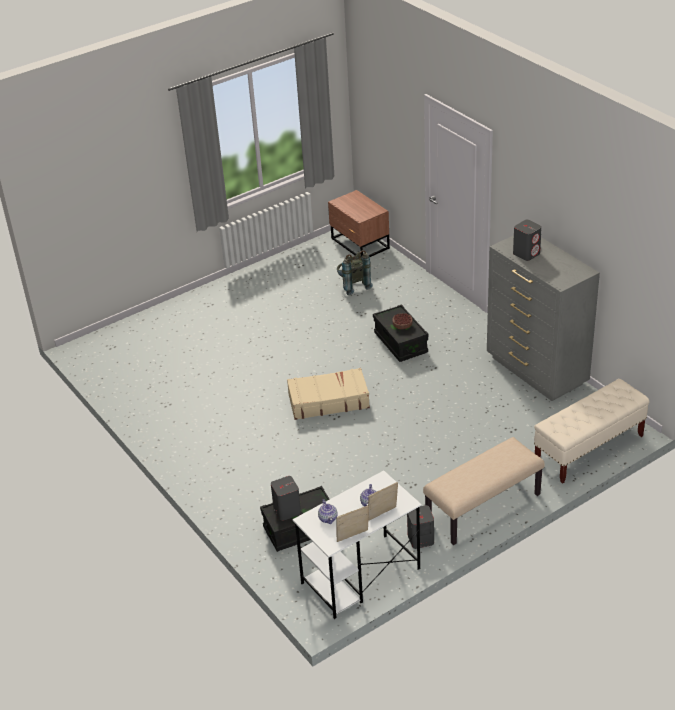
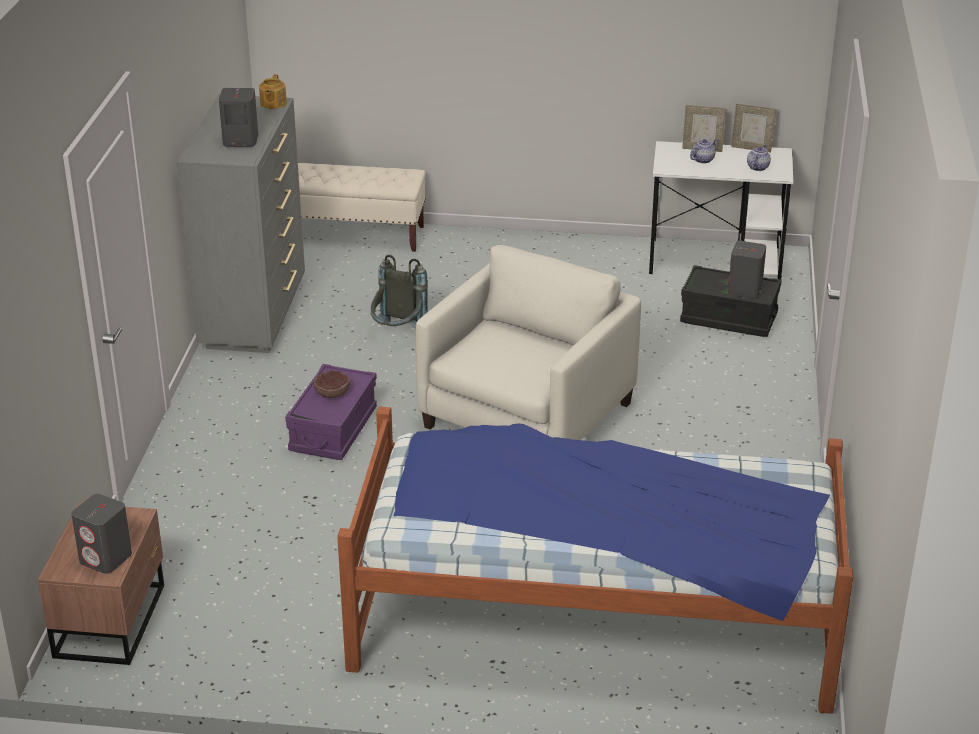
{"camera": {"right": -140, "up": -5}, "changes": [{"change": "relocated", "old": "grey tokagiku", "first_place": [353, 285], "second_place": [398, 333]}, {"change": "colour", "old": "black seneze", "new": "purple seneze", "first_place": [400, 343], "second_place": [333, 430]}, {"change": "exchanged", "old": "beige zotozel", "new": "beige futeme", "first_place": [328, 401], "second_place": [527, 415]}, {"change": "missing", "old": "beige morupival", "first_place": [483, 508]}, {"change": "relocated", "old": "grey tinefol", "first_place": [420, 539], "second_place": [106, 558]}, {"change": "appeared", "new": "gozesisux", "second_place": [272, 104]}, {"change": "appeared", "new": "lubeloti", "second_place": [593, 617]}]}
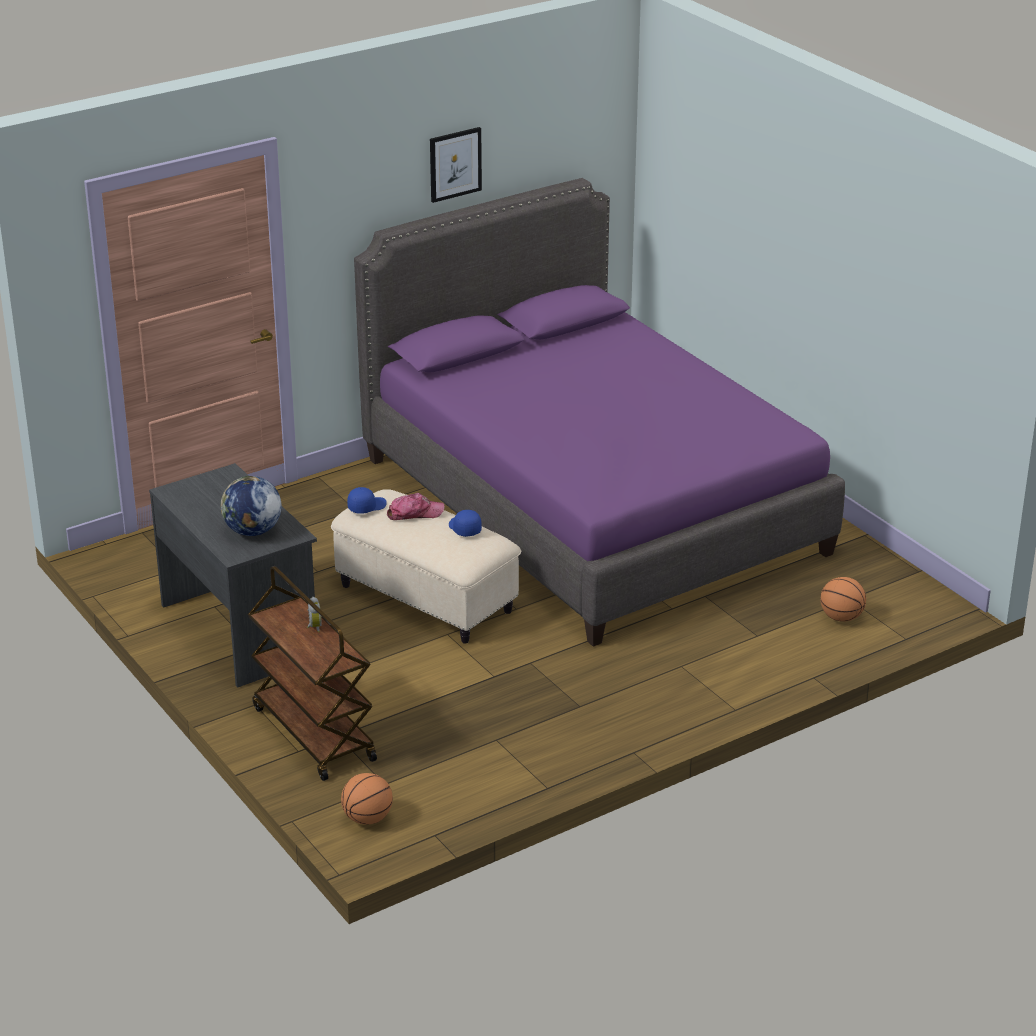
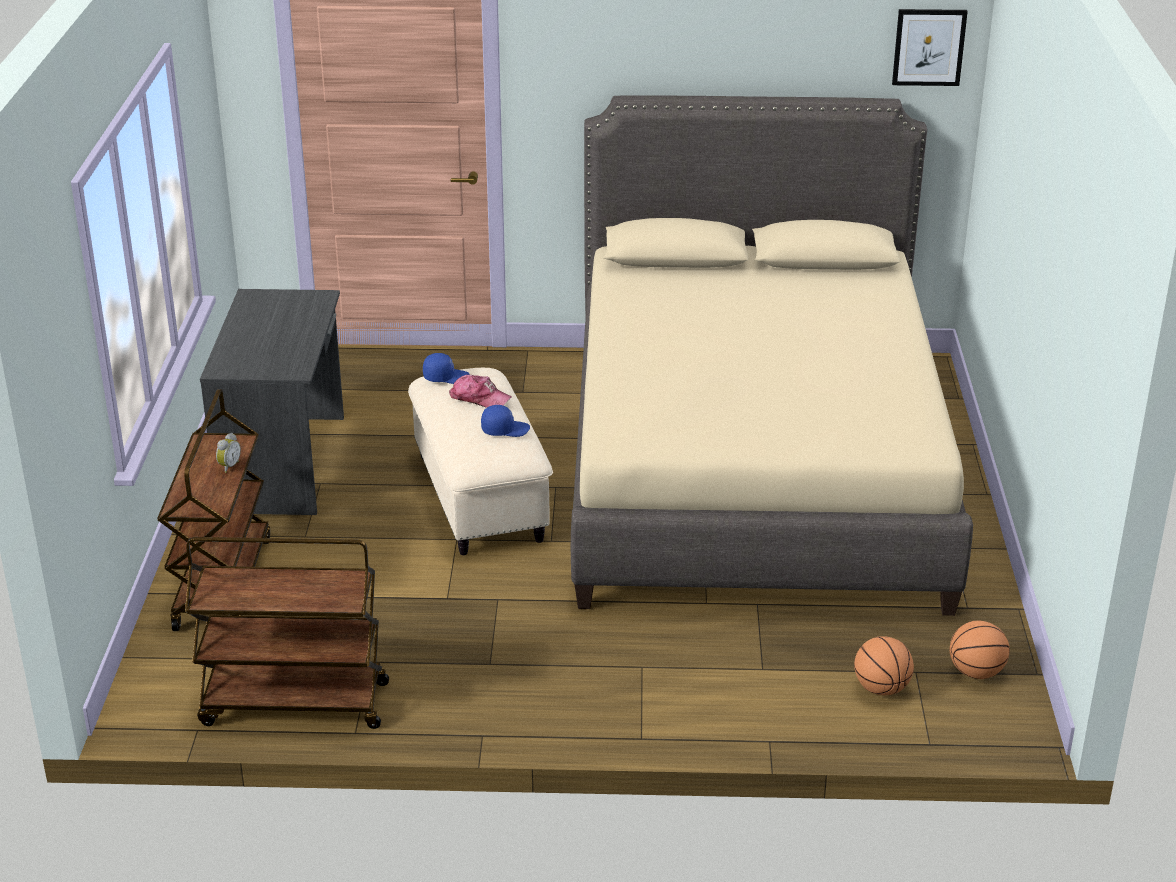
{"camera": {"right": 35, "up": 0}, "changes": [{"change": "relocated", "old": "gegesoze", "first_place": [455, 164], "second_place": [929, 47]}, {"change": "colour", "old": "purple lubeloti", "new": "beige lubeloti", "first_place": [592, 505], "second_place": [752, 468]}, {"change": "missing", "old": "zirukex", "first_place": [252, 531]}, {"change": "spun", "old": "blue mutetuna", "first_place": [464, 528], "second_place": [505, 429], "degrees": 75}, {"change": "relocated", "old": "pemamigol", "first_place": [367, 818], "second_place": [976, 672]}, {"change": "appeared", "new": "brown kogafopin", "second_place": [293, 704]}]}
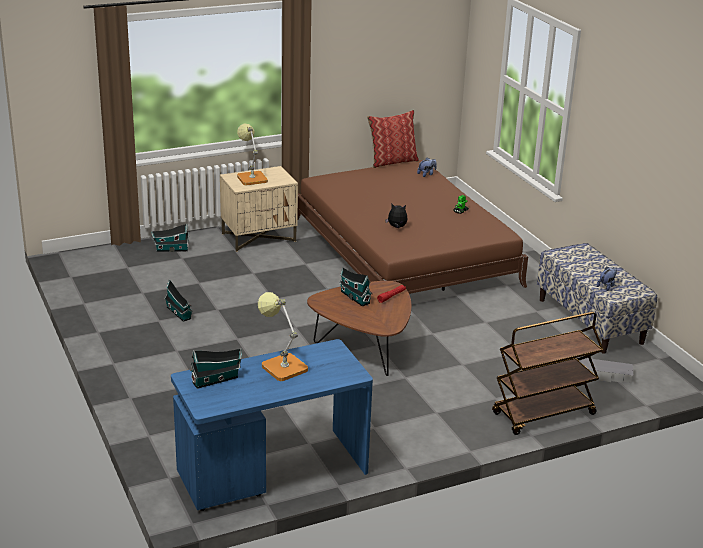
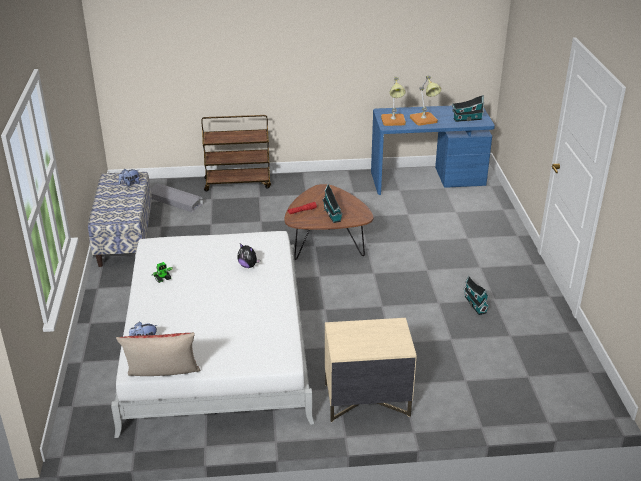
{"camera": {"right": -160, "up": 5}, "changes": [{"change": "relocated", "old": "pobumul", "first_place": [250, 177], "second_place": [393, 122]}, {"change": "colour", "old": "brown lubeloti", "new": "white lubeloti", "first_place": [403, 253], "second_place": [216, 343]}, {"change": "missing", "old": "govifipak", "first_place": [171, 249]}]}
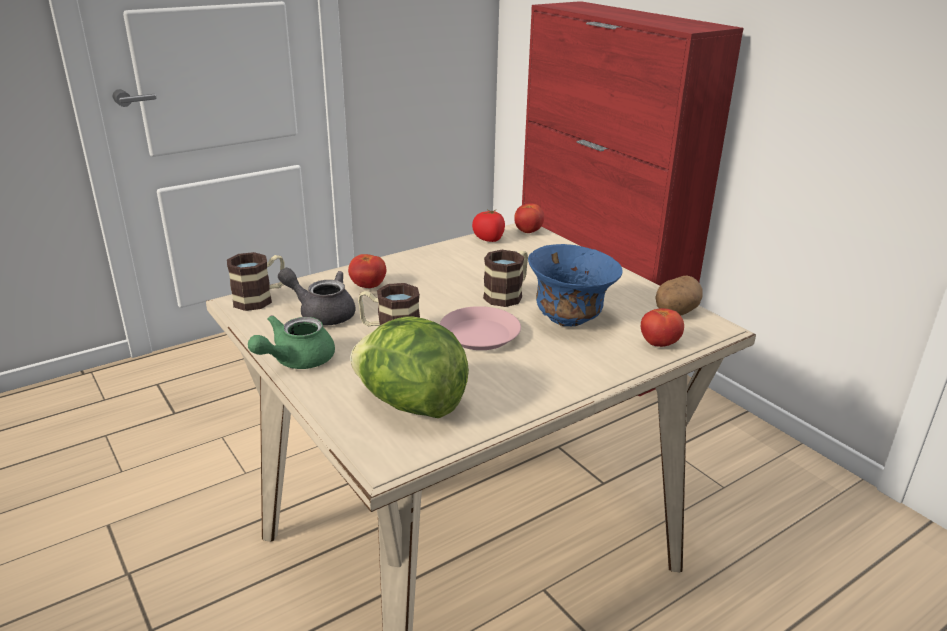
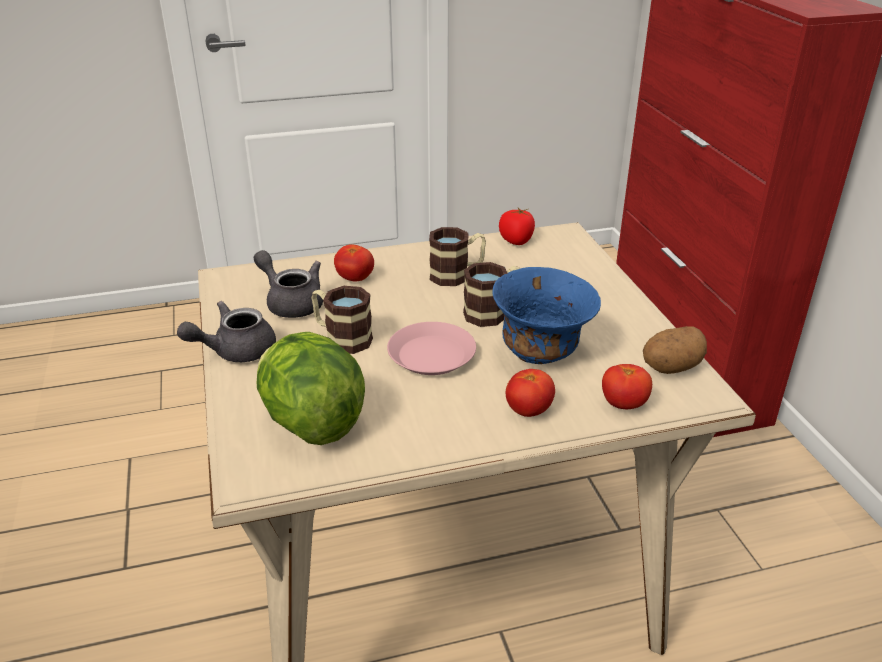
{"camera": {"right": 20, "up": 5}, "changes": [{"change": "relocated", "old": "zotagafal", "first_place": [528, 231], "second_place": [528, 410]}, {"change": "relocated", "old": "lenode", "first_place": [260, 298], "second_place": [457, 274]}, {"change": "colour", "old": "green gozesisux", "new": "grey gozesisux", "first_place": [295, 360], "second_place": [235, 351]}]}
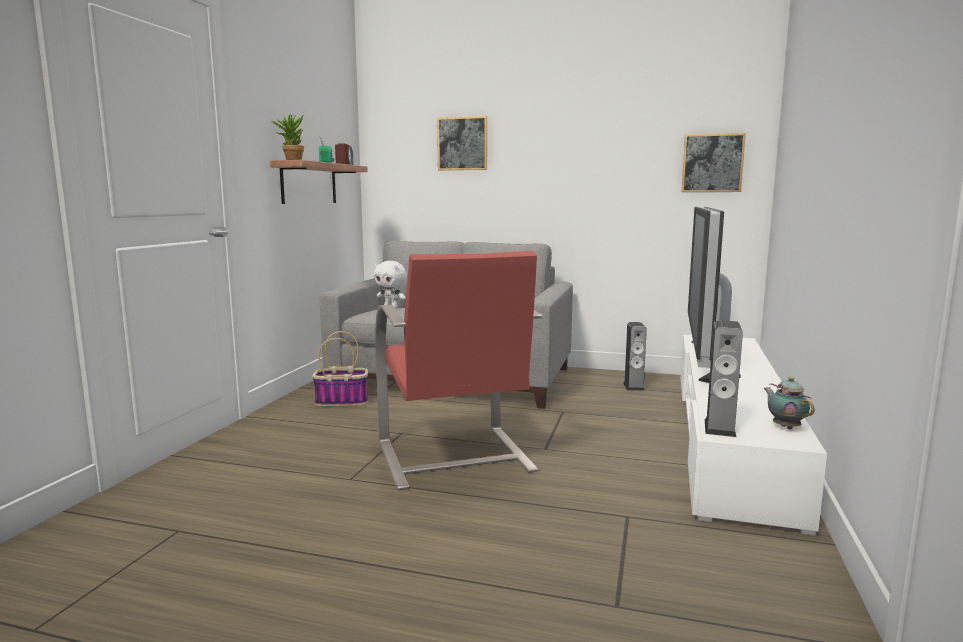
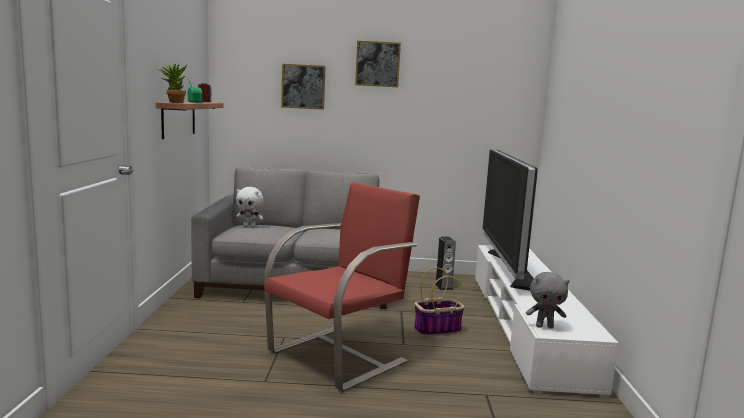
{"camera": {"right": -15, "up": 0}, "changes": [{"change": "relocated", "old": "gegesoze", "first_place": [712, 163], "second_place": [377, 64]}, {"change": "spun", "old": "red futeme", "first_place": [454, 457], "second_place": [338, 356], "degrees": -105}, {"change": "exchanged", "old": "tinefol", "new": "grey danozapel", "first_place": [719, 428], "second_place": [544, 326]}, {"change": "relocated", "old": "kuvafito", "first_place": [343, 401], "second_place": [437, 330]}, {"change": "missing", "old": "gozesisux", "first_place": [785, 427]}]}
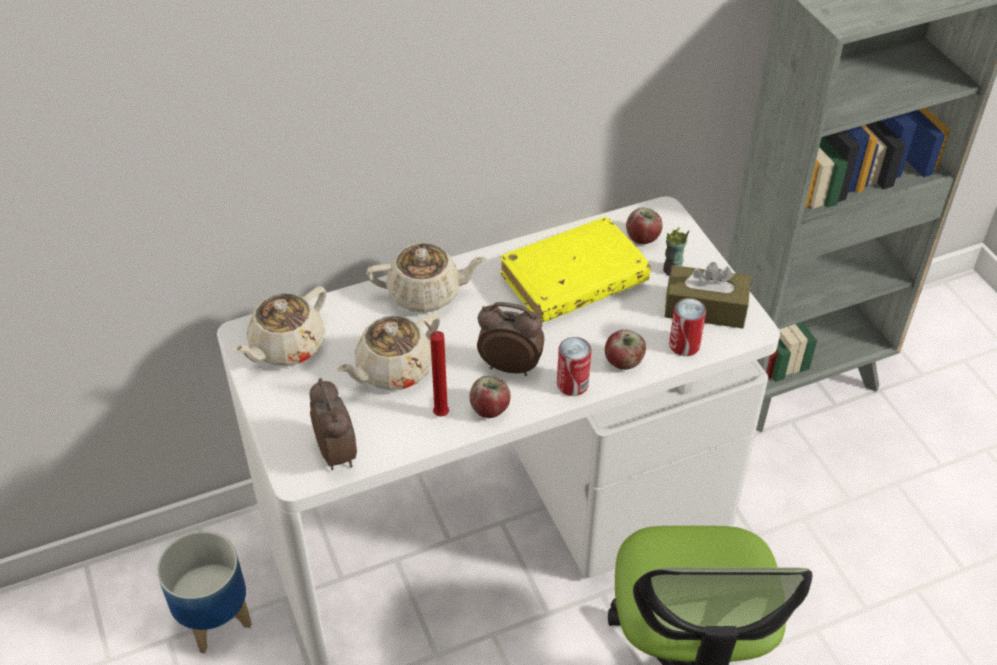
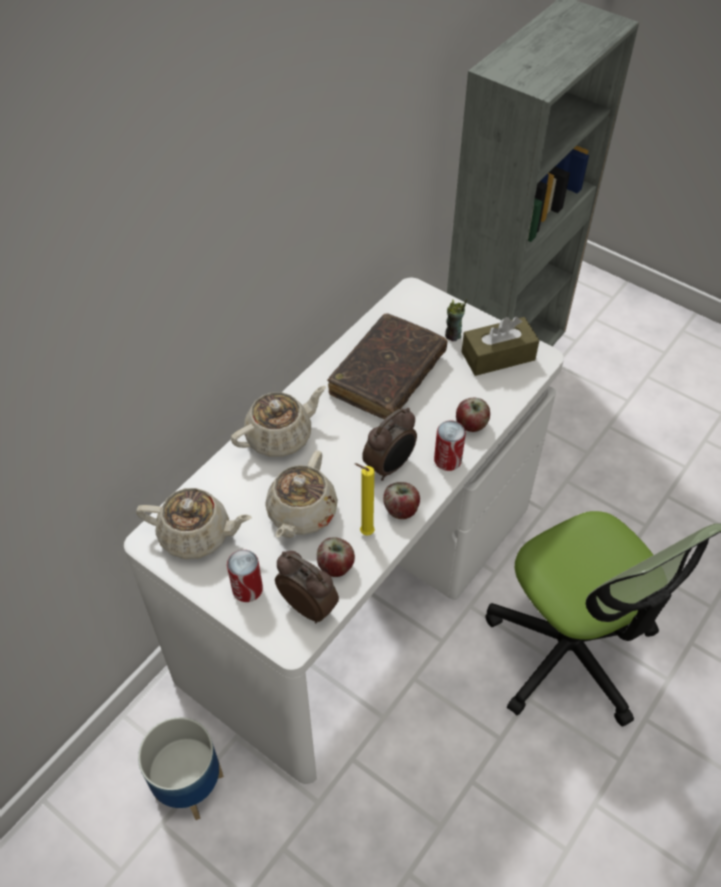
{"camera": {"right": -30, "up": 5}, "changes": [{"change": "relocated", "old": "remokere", "first_place": [643, 238], "second_place": [336, 566]}, {"change": "colour", "old": "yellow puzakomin", "new": "brown puzakomin", "first_place": [574, 281], "second_place": [387, 375]}, {"change": "spun", "old": "beige gozesisux", "first_place": [286, 347], "second_place": [197, 535], "degrees": -90}, {"change": "relocated", "old": "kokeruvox", "first_place": [684, 345], "second_place": [247, 589]}, {"change": "spun", "old": "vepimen", "first_place": [510, 365], "second_place": [390, 466], "degrees": 150}, {"change": "colour", "old": "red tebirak", "new": "yellow tebirak", "first_place": [439, 413], "second_place": [364, 532]}]}
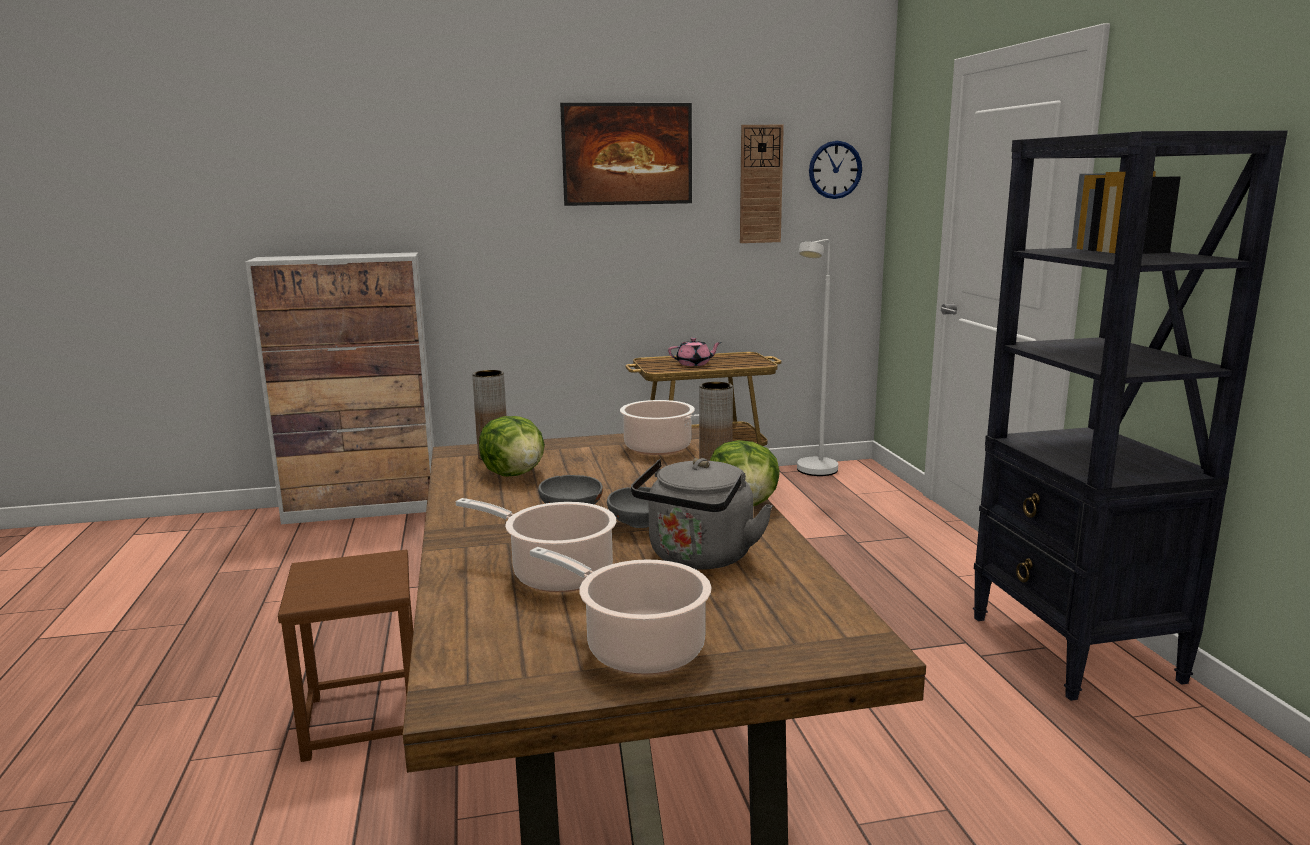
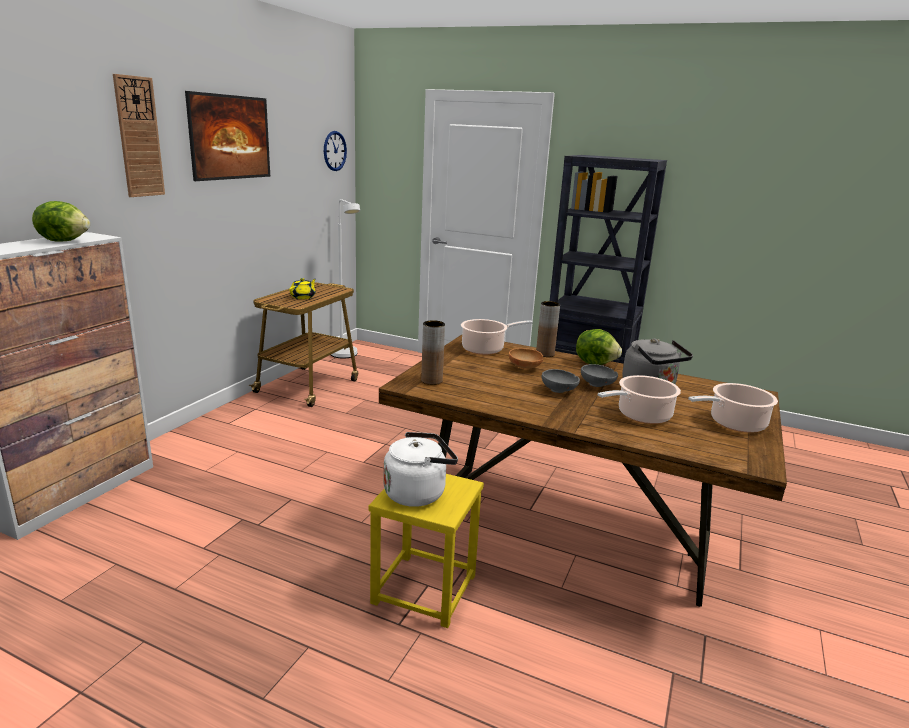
{"camera": {"right": -55, "up": 5}, "changes": [{"change": "relocated", "old": "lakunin", "first_place": [760, 184], "second_place": [139, 137]}, {"change": "colour", "old": "pink gozesisux", "new": "yellow gozesisux", "first_place": [694, 364], "second_place": [303, 297]}, {"change": "relocated", "old": "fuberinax", "first_place": [515, 474], "second_place": [65, 241]}, {"change": "colour", "old": "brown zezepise", "new": "yellow zezepise", "first_place": [362, 718], "second_place": [423, 590]}, {"change": "appeared", "new": "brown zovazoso", "second_place": [525, 368]}, {"change": "appeared", "new": "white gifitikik", "second_place": [418, 493]}]}
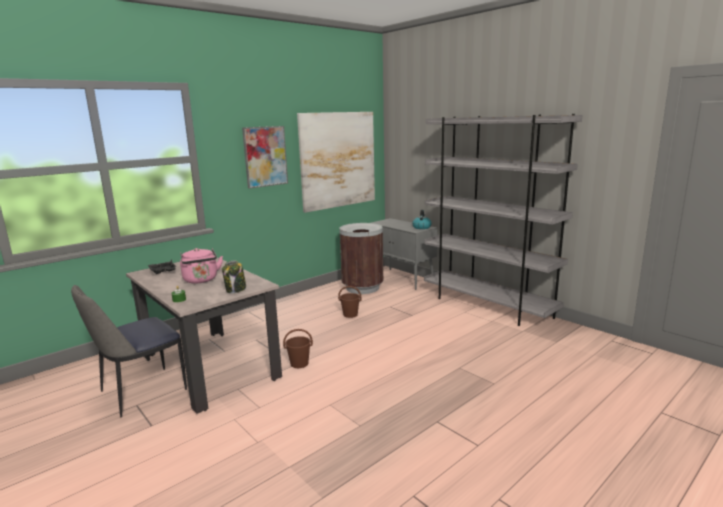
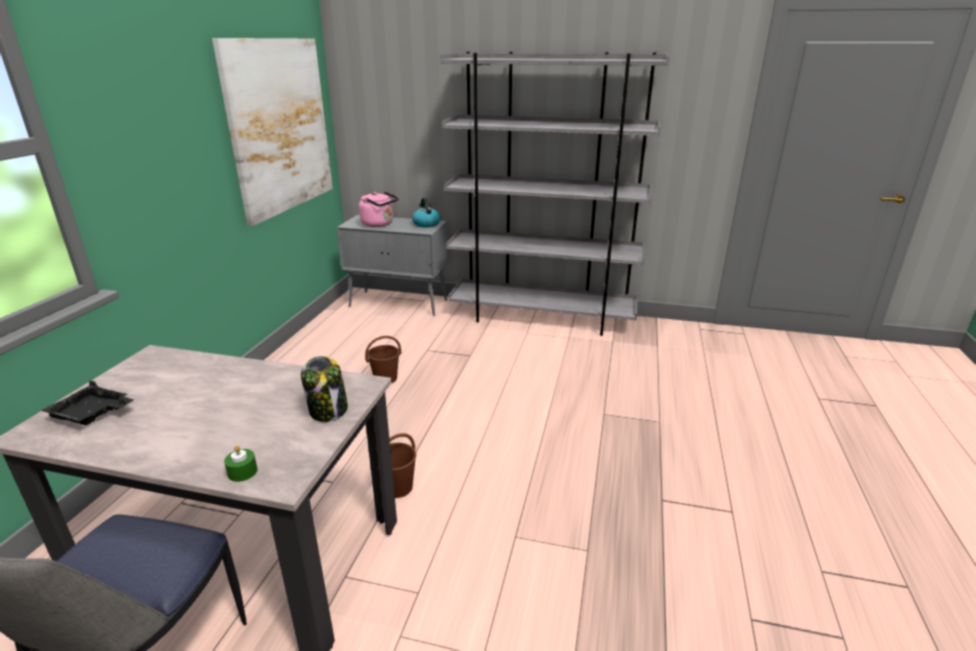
{"camera": {"right": -35, "up": 10}, "changes": [{"change": "missing", "old": "gegesoze", "first_place": [265, 156]}, {"change": "missing", "old": "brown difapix", "first_place": [362, 288]}, {"change": "relocated", "old": "pink gifitikik", "first_place": [201, 280], "second_place": [379, 224]}]}
